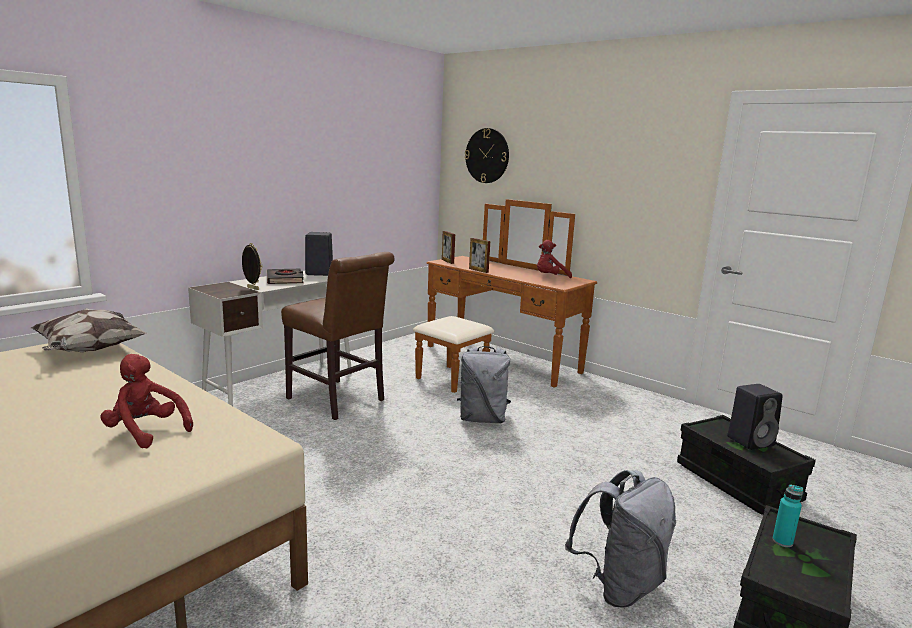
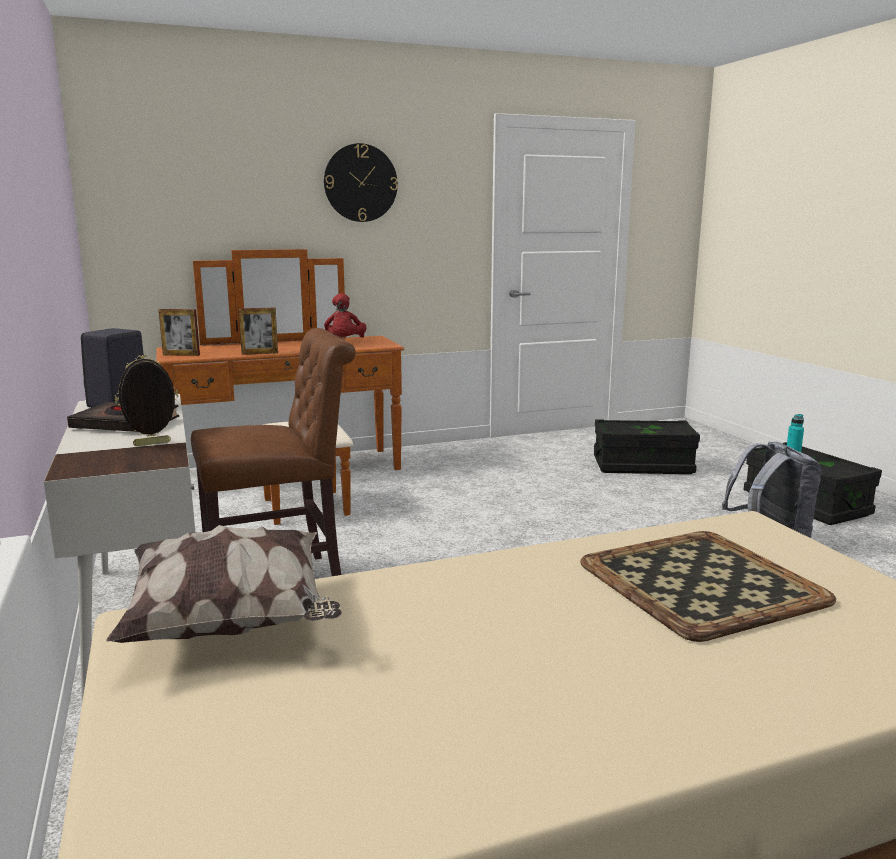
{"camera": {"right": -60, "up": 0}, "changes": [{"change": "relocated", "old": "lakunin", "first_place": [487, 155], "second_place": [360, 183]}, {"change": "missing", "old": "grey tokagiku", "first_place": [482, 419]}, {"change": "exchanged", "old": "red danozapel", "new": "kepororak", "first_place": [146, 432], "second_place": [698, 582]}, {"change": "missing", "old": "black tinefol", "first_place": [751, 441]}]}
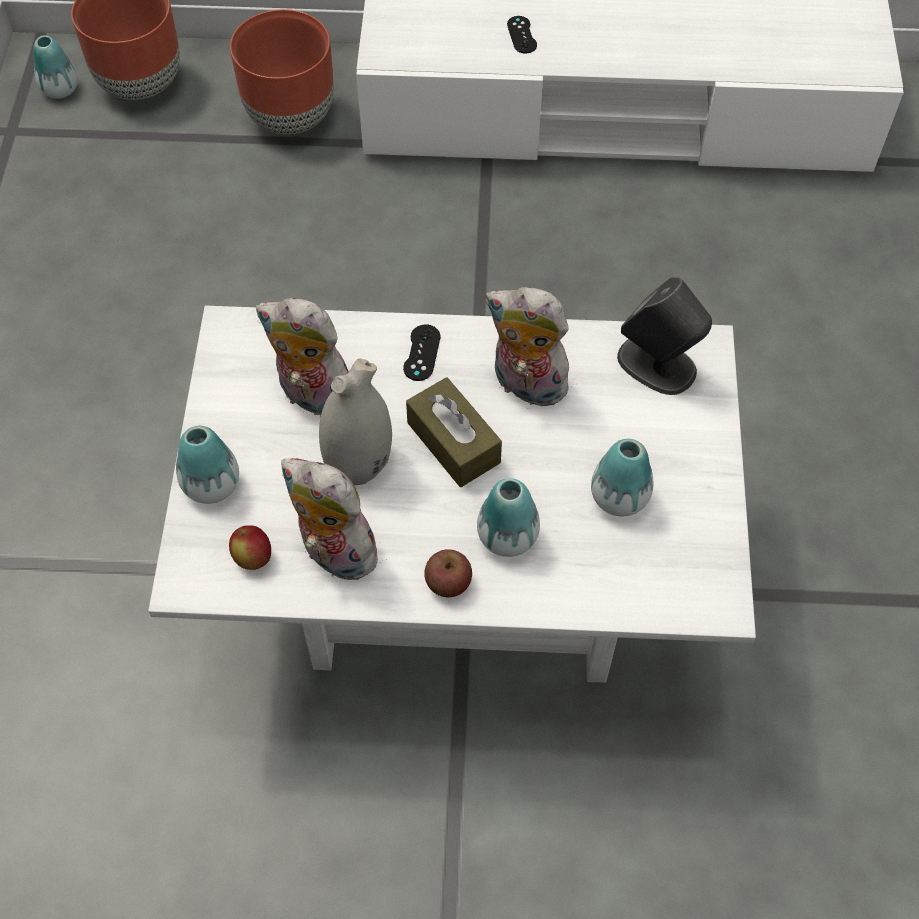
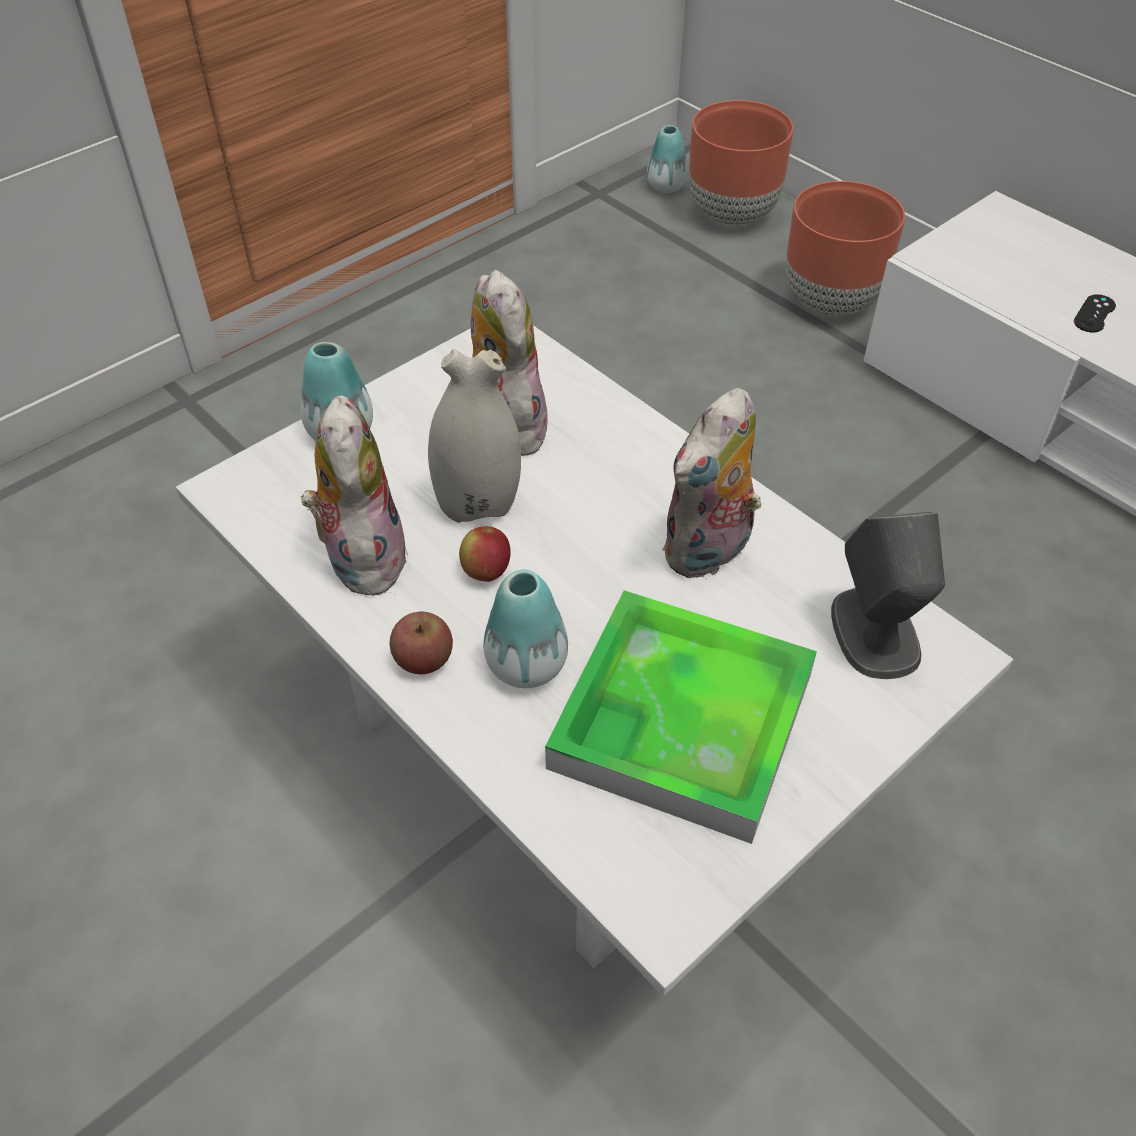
{"camera": {"right": 45, "up": -10}, "changes": [{"change": "spun", "old": "danozapel", "first_place": [525, 386], "second_place": [709, 553], "degrees": -120}, {"change": "missing", "old": "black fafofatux", "first_place": [422, 353]}, {"change": "missing", "old": "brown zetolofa", "first_place": [453, 442]}, {"change": "exchanged", "old": "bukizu", "new": "kepororak", "first_place": [619, 497], "second_place": [682, 720]}, {"change": "relocated", "old": "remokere", "first_place": [253, 557], "second_place": [486, 571]}]}
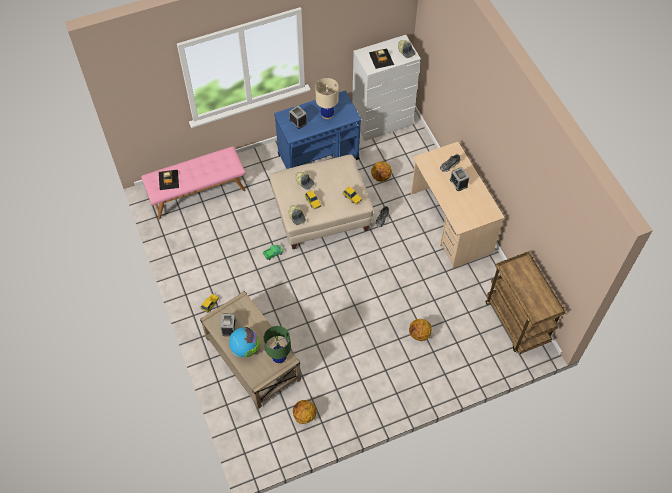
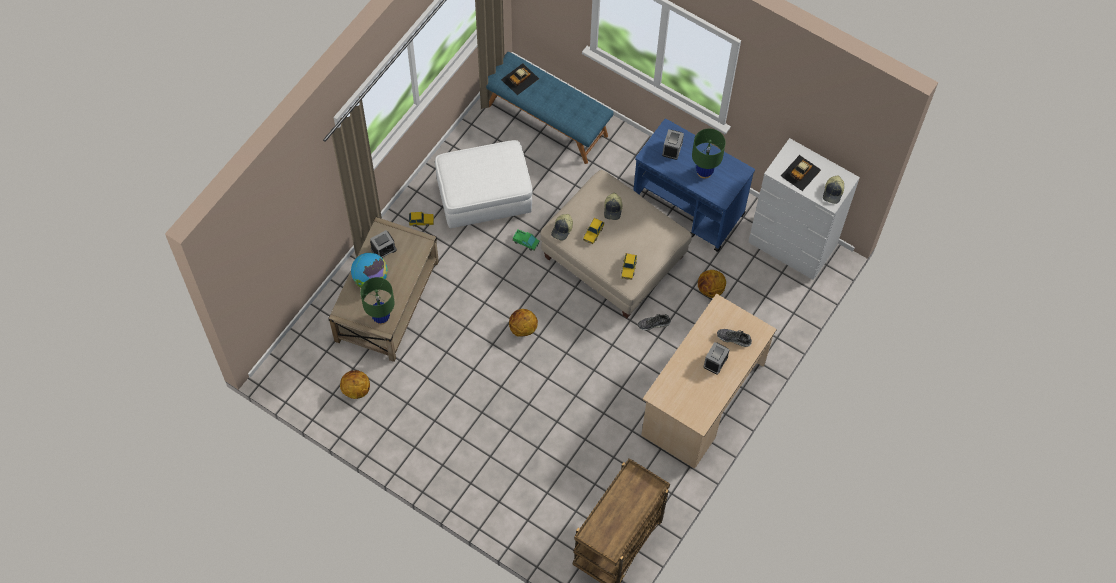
{"camera": {"right": 55, "up": 5}, "changes": [{"change": "colour", "old": "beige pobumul", "new": "green pobumul", "first_place": [327, 115], "second_place": [704, 172]}, {"change": "colour", "old": "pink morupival", "new": "blue morupival", "first_place": [197, 192], "second_place": [547, 120]}, {"change": "relocated", "old": "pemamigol", "first_place": [419, 334], "second_place": [522, 328]}, {"change": "appeared", "new": "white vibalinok", "second_place": [485, 198]}]}
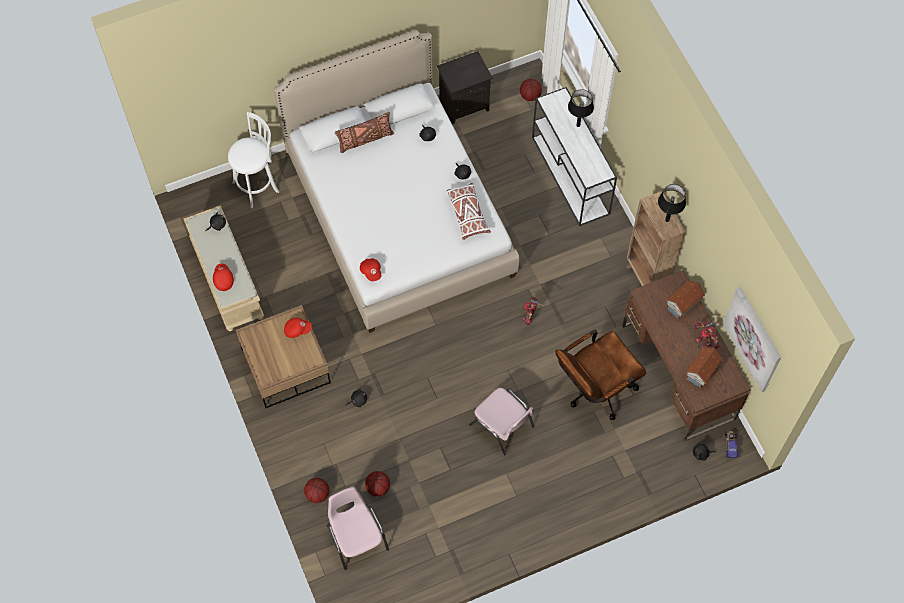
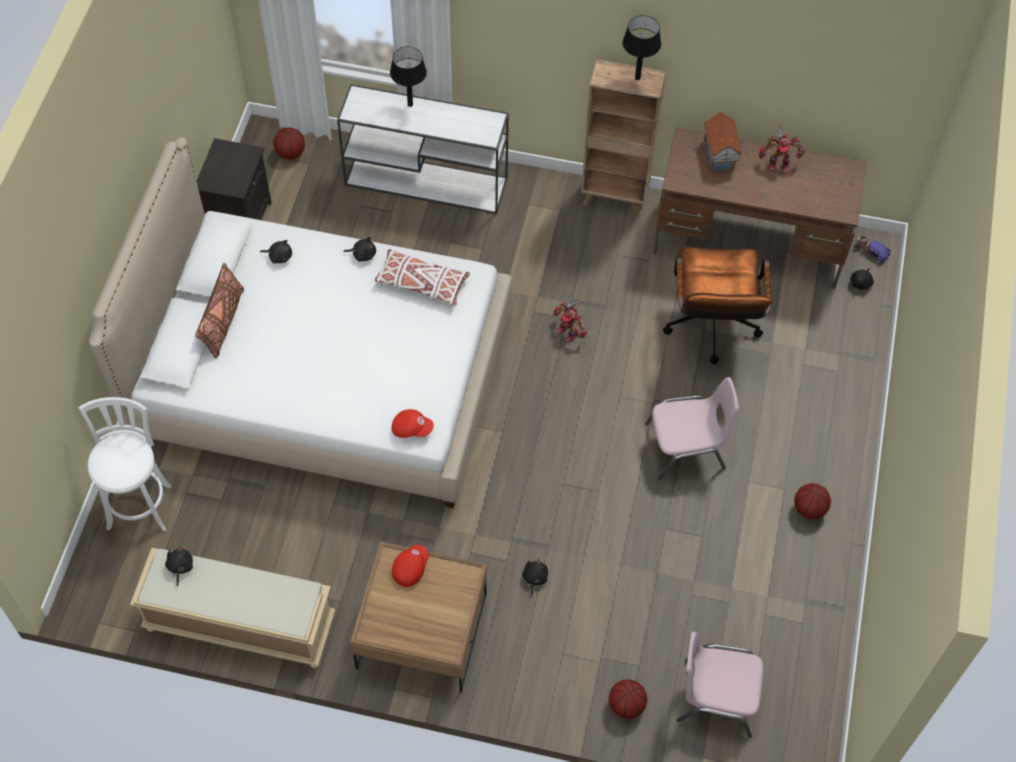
{"camera": {"right": -55, "up": -5}, "changes": [{"change": "missing", "old": "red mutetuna", "first_place": [223, 279]}, {"change": "missing", "old": "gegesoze", "first_place": [753, 339]}, {"change": "missing", "old": "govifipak", "first_place": [702, 373]}, {"change": "relocated", "old": "pemamigol", "first_place": [378, 488], "second_place": [809, 509]}]}
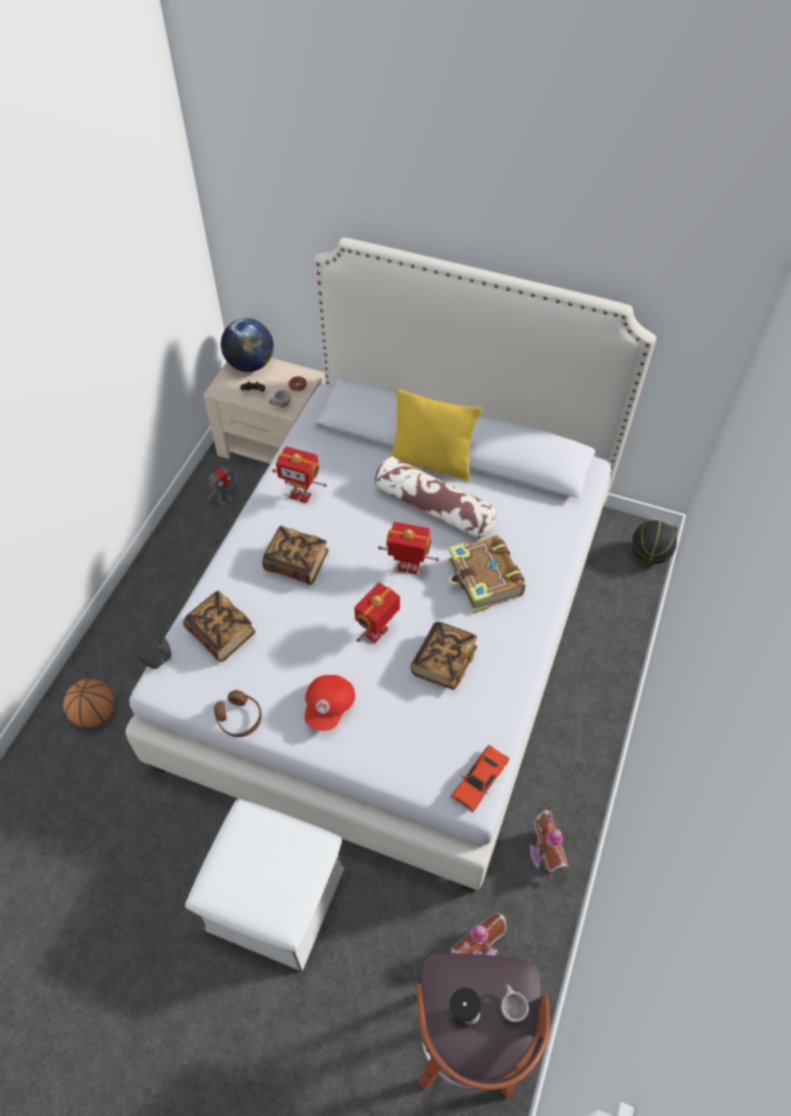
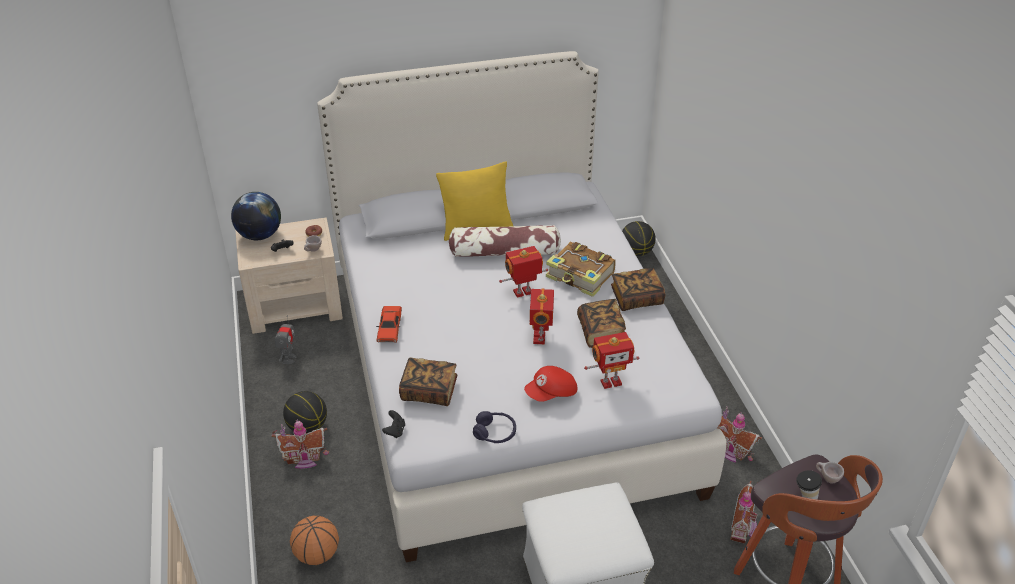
{"camera": {"right": -35, "up": -15}, "changes": [{"change": "relocated", "old": "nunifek", "first_place": [301, 495], "second_place": [610, 382]}, {"change": "relocated", "old": "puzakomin", "first_place": [297, 563], "second_place": [636, 298]}, {"change": "spun", "old": "red mutetuna", "first_place": [330, 707], "second_place": [551, 393], "degrees": 75}, {"change": "colour", "old": "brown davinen", "new": "purple davinen", "first_place": [239, 718], "second_place": [495, 433]}, {"change": "relocated", "old": "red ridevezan", "first_place": [479, 781], "second_place": [390, 328]}, {"change": "appeared", "new": "pemamigol", "second_place": [308, 427]}, {"change": "appeared", "new": "govifipak", "second_place": [304, 459]}]}
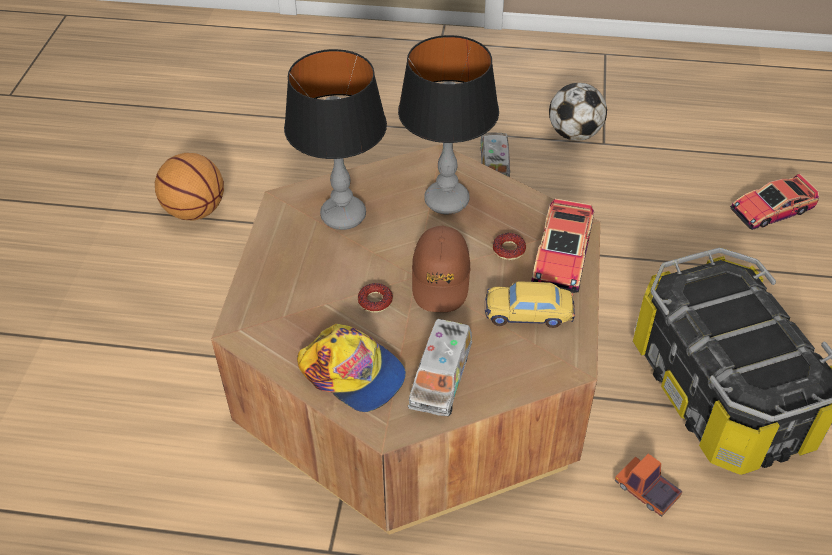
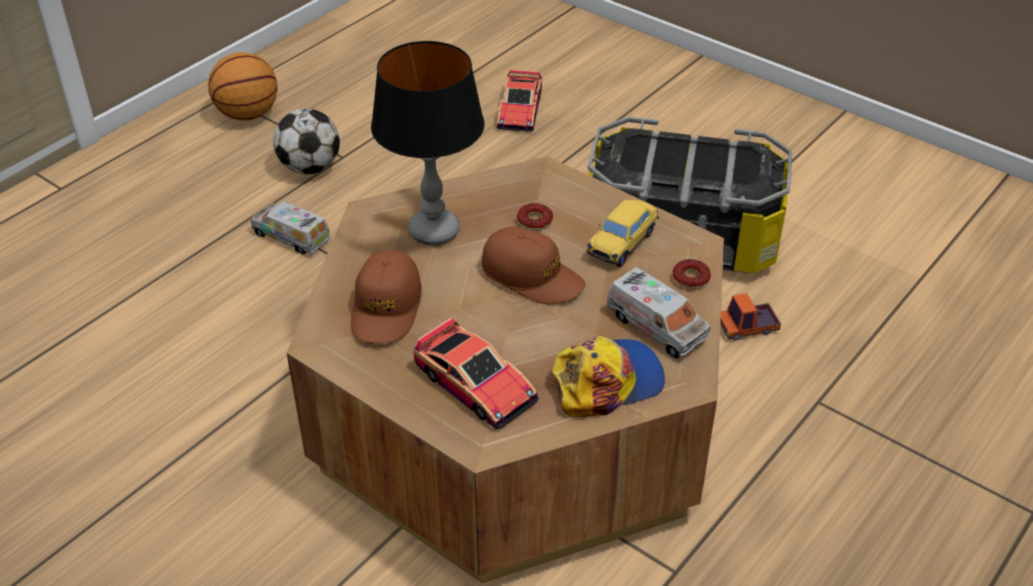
{"camera": {"right": -60, "up": -5}, "changes": [{"change": "exchanged", "old": "pobumul", "new": "brown mutetuna", "first_place": [344, 216], "second_place": [386, 307]}, {"change": "relocated", "old": "pemamigol", "first_place": [194, 211], "second_place": [247, 115]}, {"change": "relocated", "old": "ridevezan", "first_place": [562, 255], "second_place": [476, 385]}, {"change": "relocated", "old": "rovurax", "first_place": [375, 301], "second_place": [690, 278]}]}
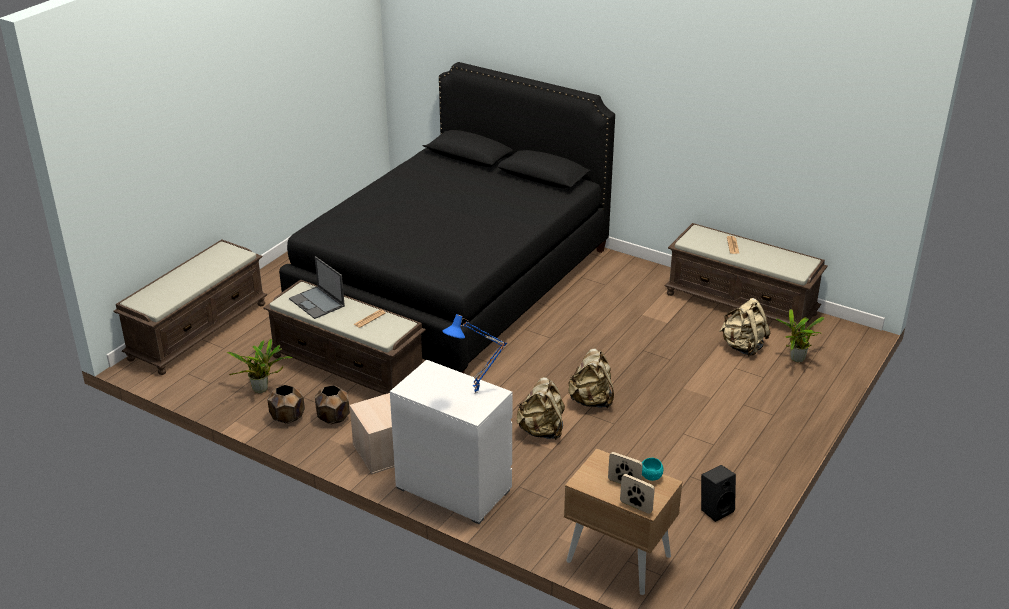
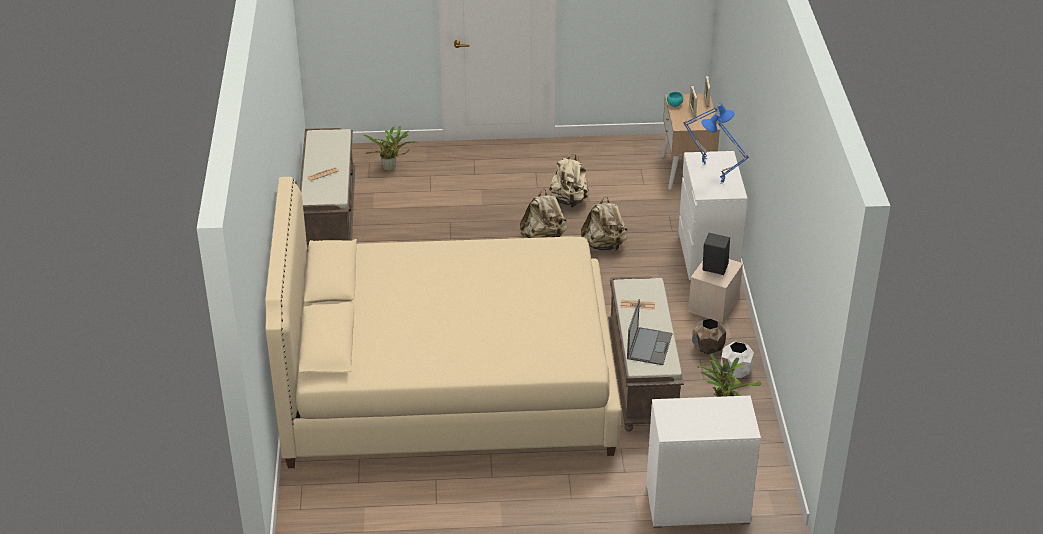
{"camera": {"right": -125, "up": 5}, "changes": [{"change": "colour", "old": "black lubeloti", "new": "beige lubeloti", "first_place": [453, 282], "second_place": [448, 384]}, {"change": "exchanged", "old": "brown morupival", "new": "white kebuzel", "first_place": [198, 330], "second_place": [696, 504]}, {"change": "relocated", "old": "beige tokagiku", "first_place": [742, 347], "second_place": [569, 201]}, {"change": "colour", "old": "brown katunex", "new": "white katunex", "first_place": [287, 417], "second_place": [736, 372]}, {"change": "relocated", "old": "black tinefol", "first_place": [716, 509], "second_place": [713, 269]}, {"change": "appeared", "new": "blue pobumul", "second_place": [721, 184]}]}
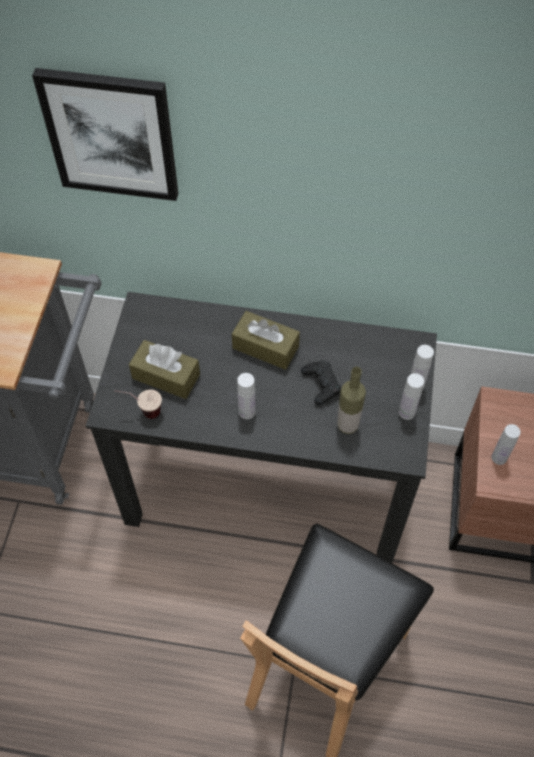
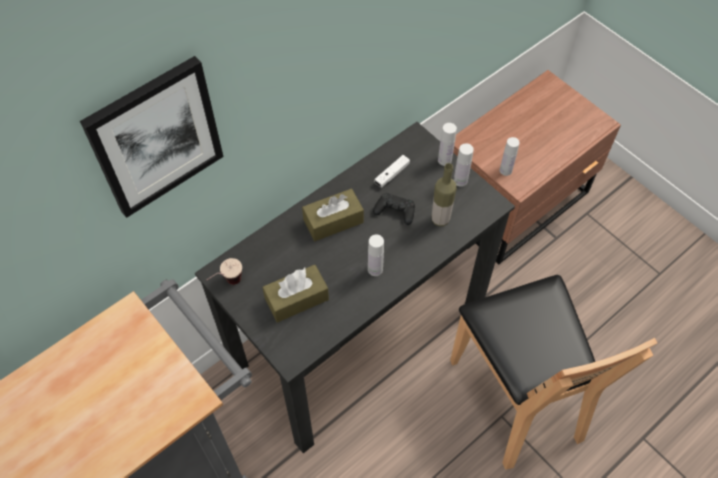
{"camera": {"right": -50, "up": 0}, "changes": [{"change": "relocated", "old": "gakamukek", "first_place": [142, 411], "second_place": [227, 284]}, {"change": "appeared", "new": "white fafofatux", "second_place": [392, 174]}]}
